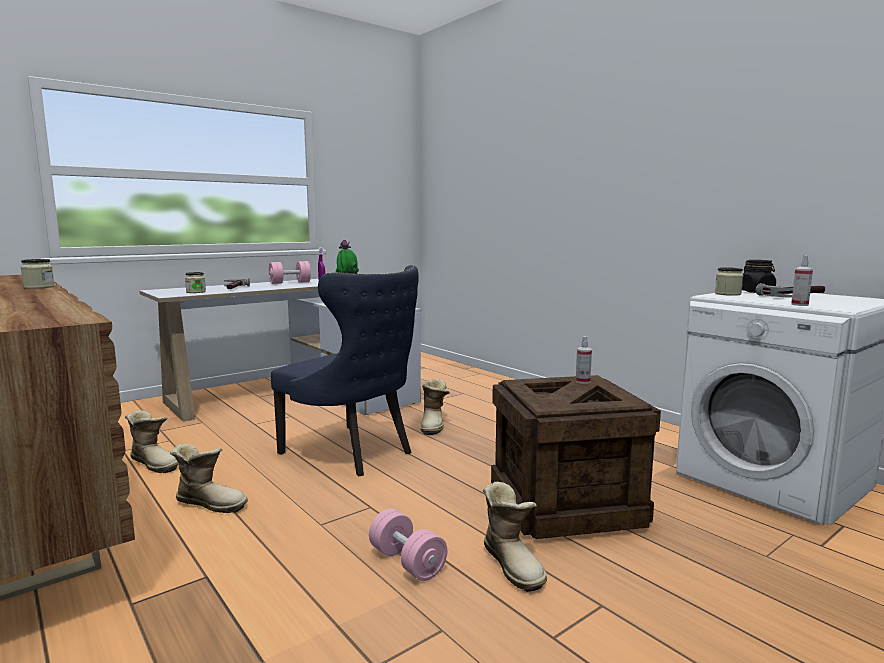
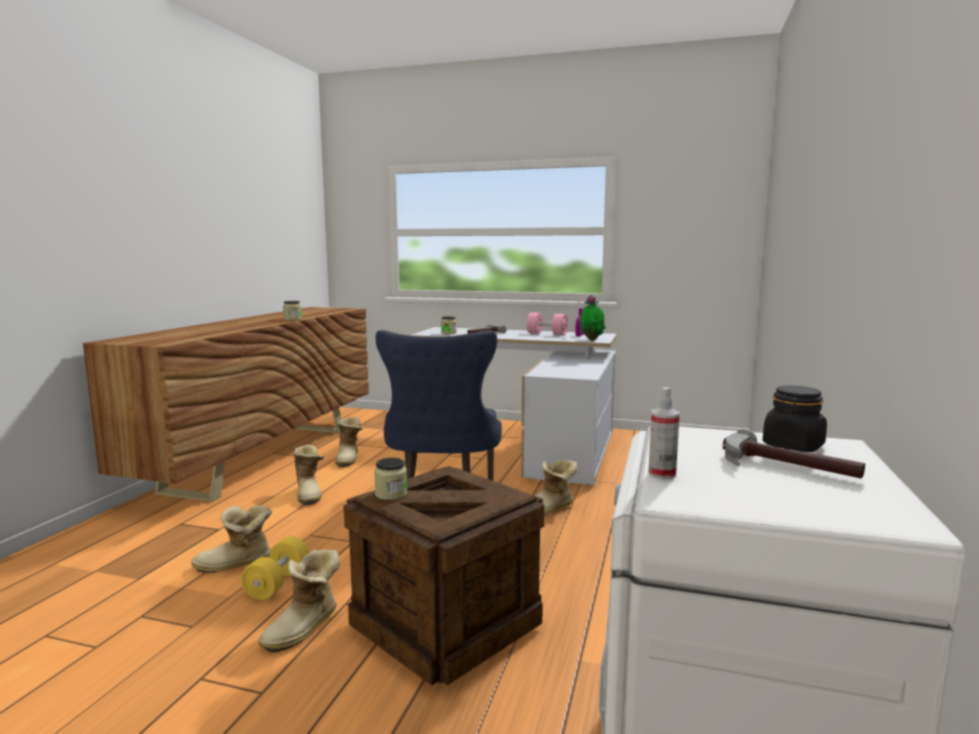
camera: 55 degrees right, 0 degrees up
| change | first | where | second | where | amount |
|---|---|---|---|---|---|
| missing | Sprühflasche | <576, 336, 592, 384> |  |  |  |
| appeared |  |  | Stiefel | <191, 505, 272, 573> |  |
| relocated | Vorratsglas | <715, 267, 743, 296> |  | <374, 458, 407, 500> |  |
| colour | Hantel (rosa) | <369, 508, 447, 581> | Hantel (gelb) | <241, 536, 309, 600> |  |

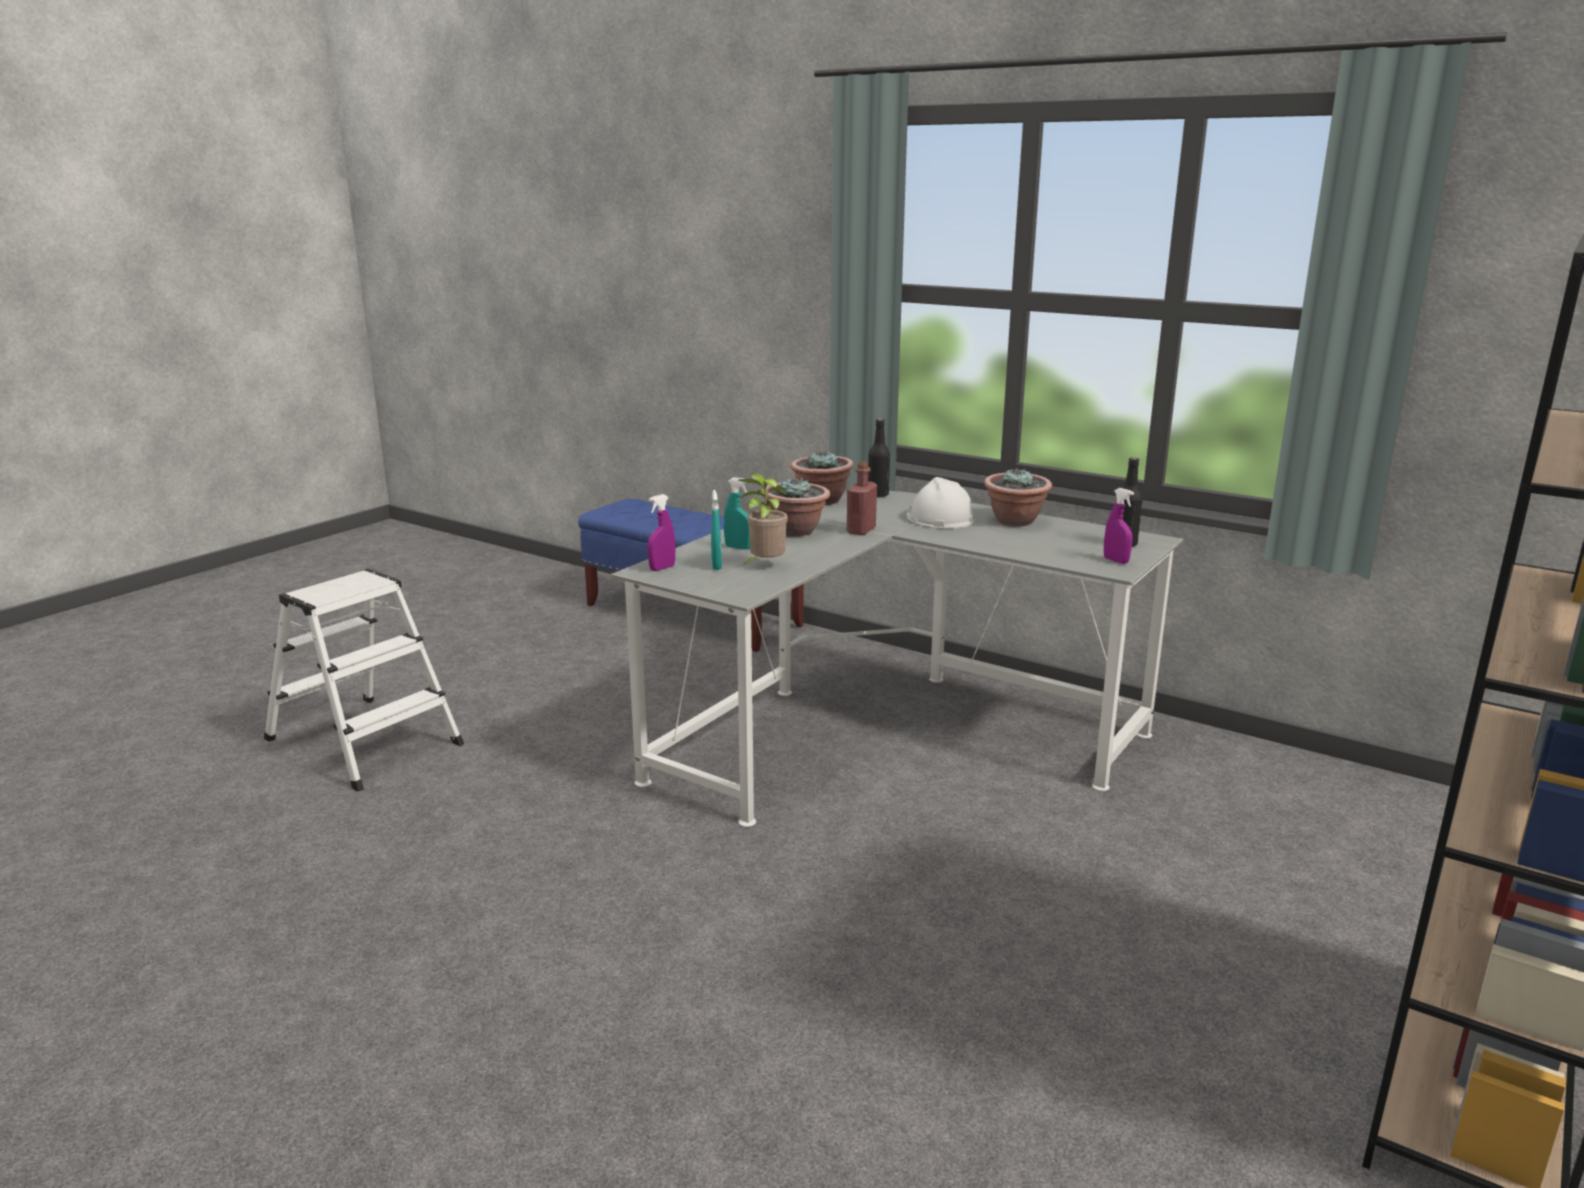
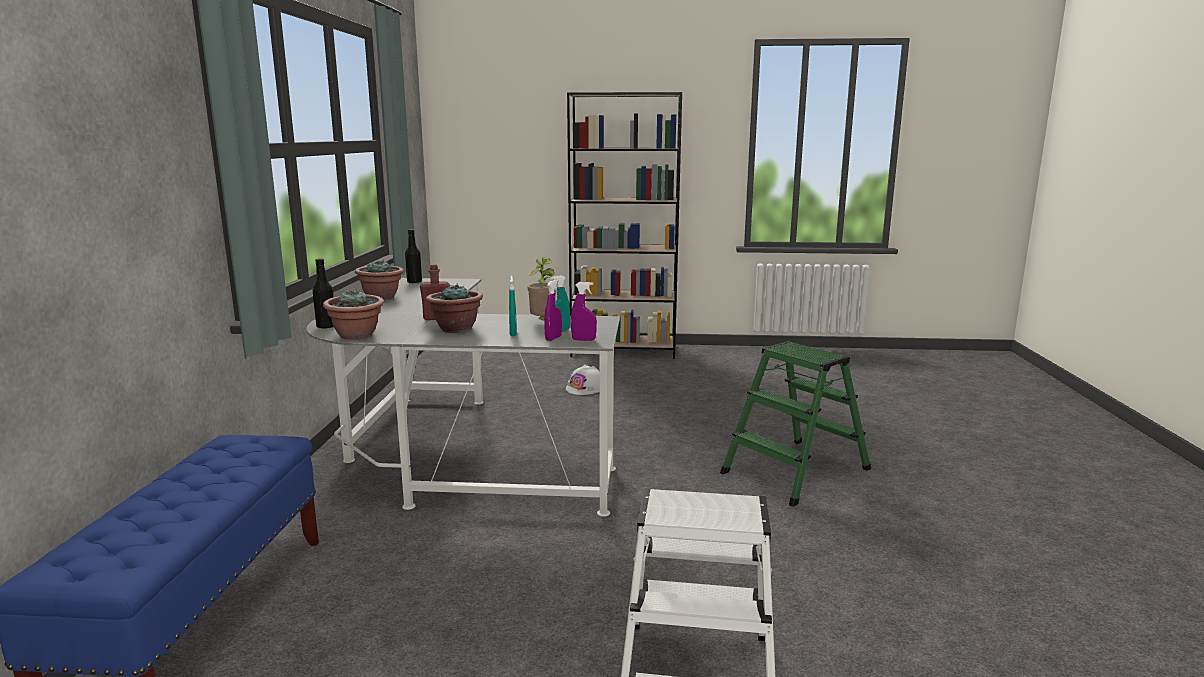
camera: 120 degrees left, 5 degrees down
| change | first | where | second | where | amount |
|---|---|---|---|---|---|
| appeared |  |  | Trittleiter (grün) | <720, 341, 871, 507> |  |
| relocated | Schutzhelm (weiß) | <906, 477, 975, 529> |  | <566, 365, 600, 395> |  |
| relocated | Sprühflasche (lila) | <1104, 488, 1134, 564> |  | <544, 280, 562, 341> |  |

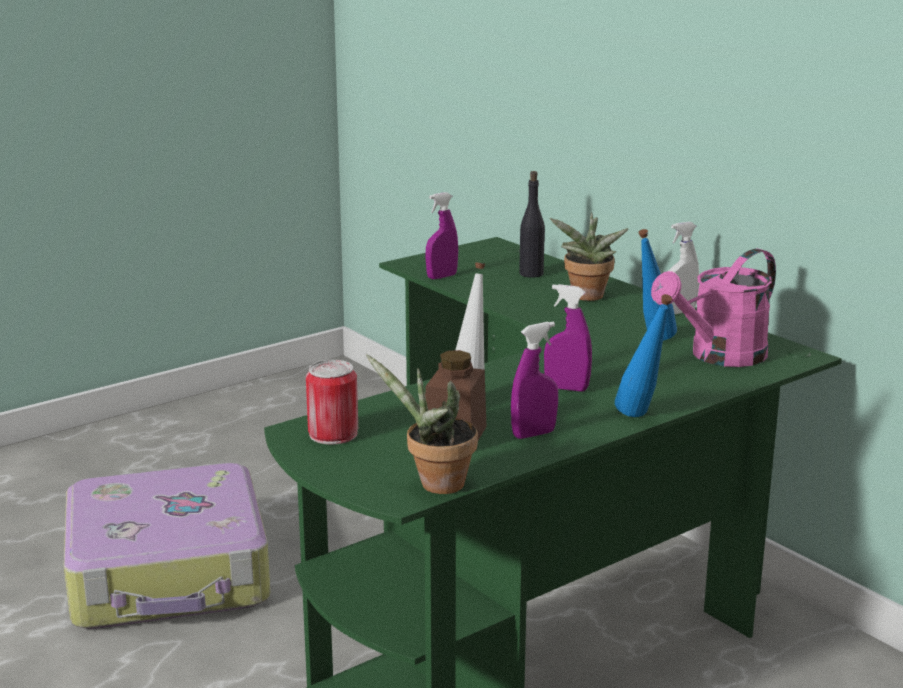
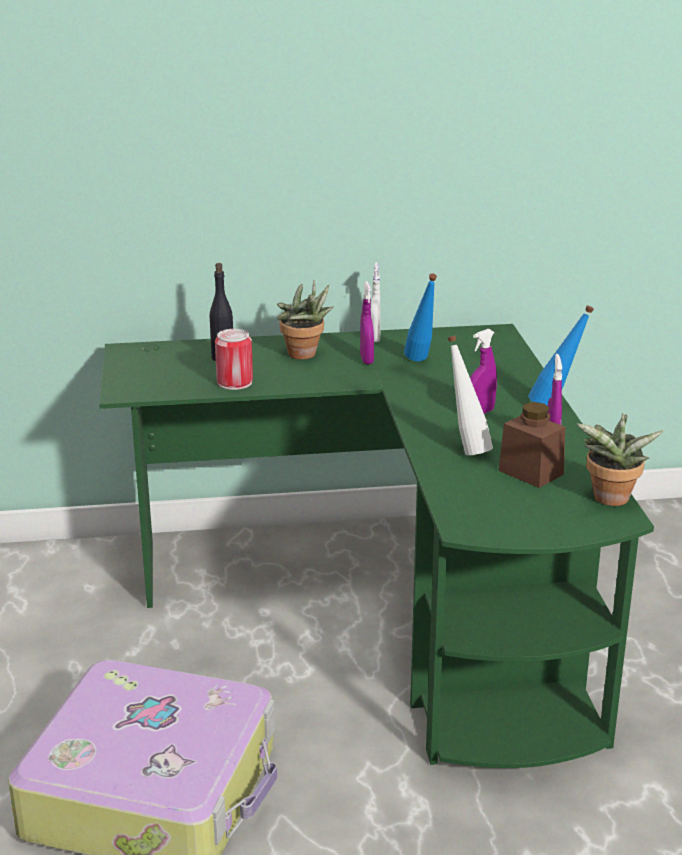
camera: 60 degrees left, 5 degrees up
| change | first | where | second | where | amount |
|---|---|---|---|---|---|
| missing | Gießkanne (rosa) | <651, 249, 776, 367> |  |  |  |
| relocated | Dose | <306, 360, 358, 445> |  | <215, 329, 253, 390> |  |
| relocated | Sprühflasche (lila) | <425, 192, 458, 279> |  | <360, 281, 374, 364> |  |

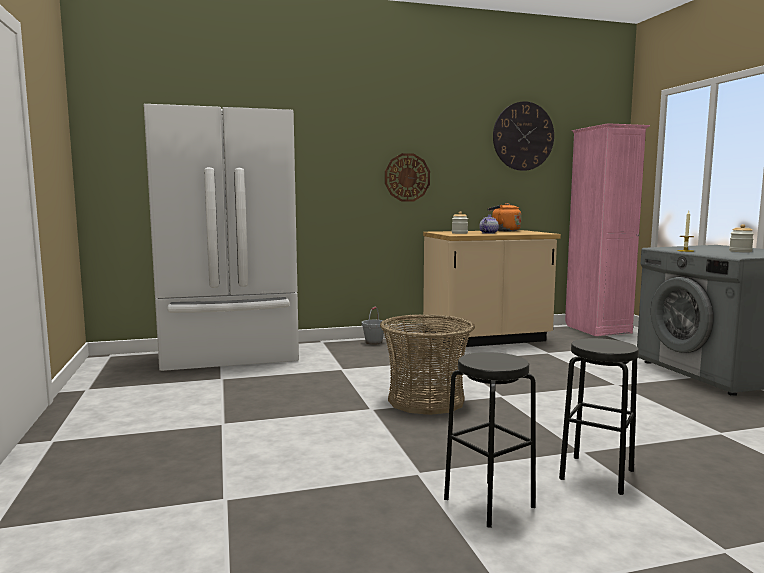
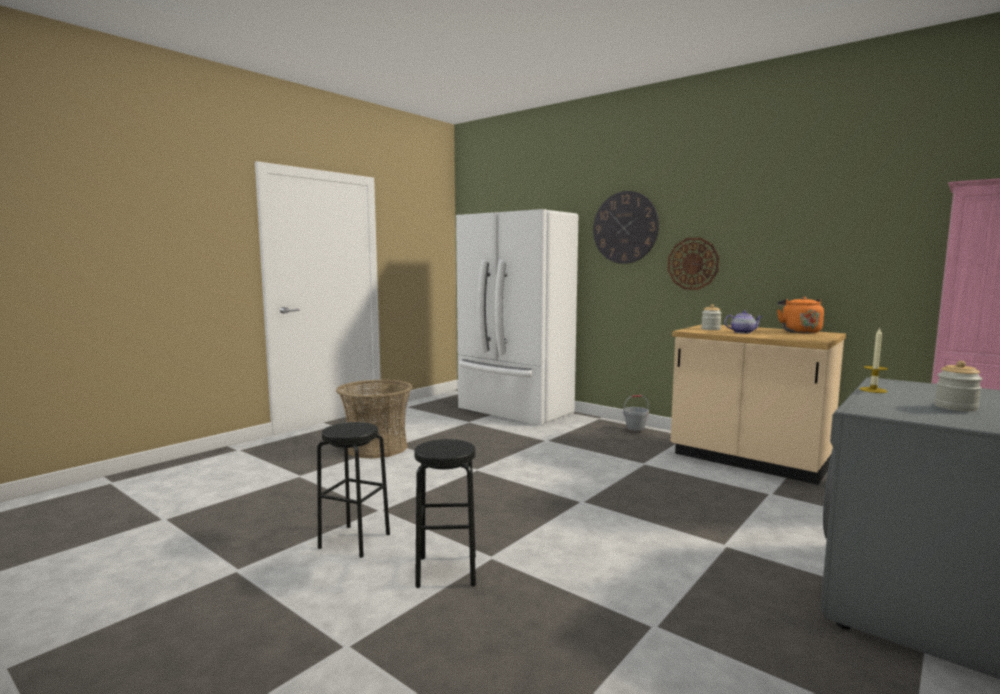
camera: 55 degrees right, 0 degrees up
| change | first | where | second | where | amount |
|---|---|---|---|---|---|
| relocated | Korb | <380, 314, 475, 415> |  | <336, 379, 413, 459> |  |
| relocated | Wanduhr | <493, 101, 554, 171> |  | <593, 191, 659, 264> |  |

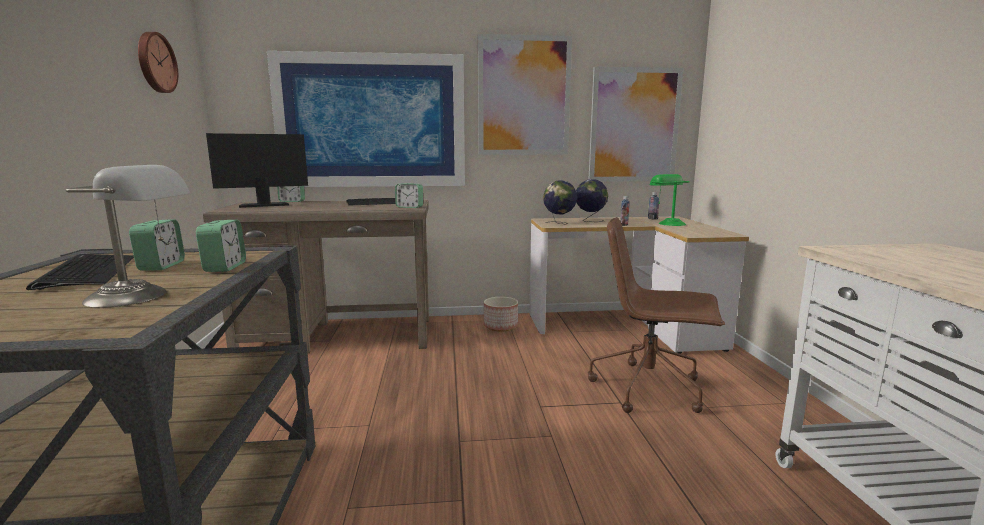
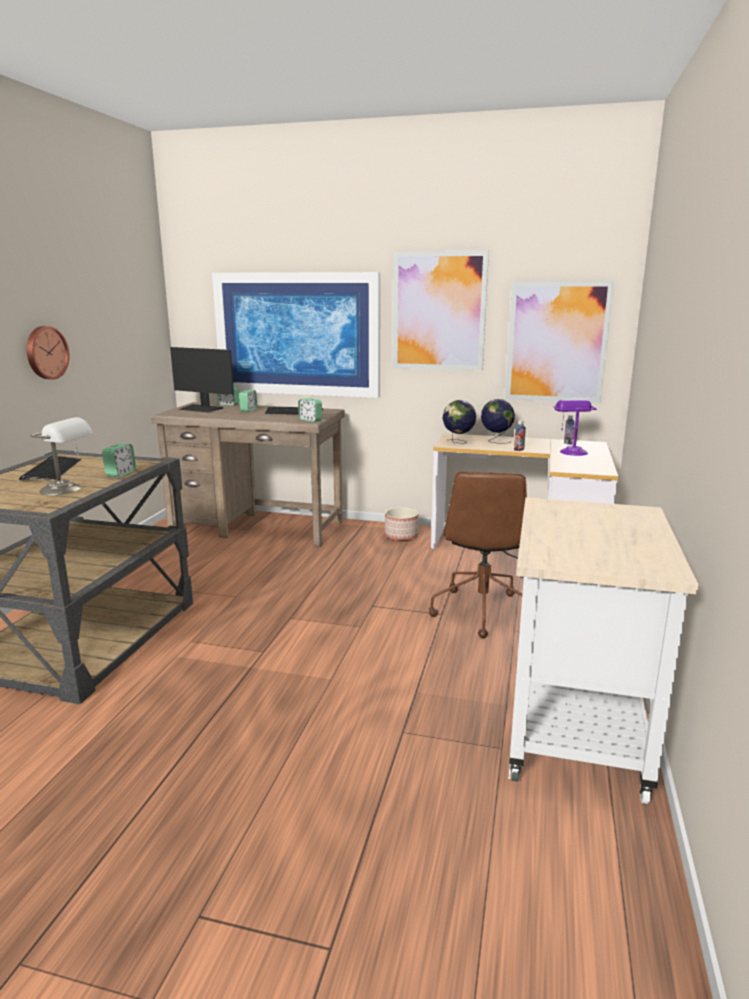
camera: 20 degrees right, 5 degrees up
| change | first | where | second | where | amount |
|---|---|---|---|---|---|
| relocated | Wecker | <129, 219, 185, 271> |  | <239, 390, 257, 412> |  |
| relocated | Wanduhr | <138, 32, 178, 93> |  | <27, 326, 69, 379> |  |
| colour | Tischlampe (grün) | <650, 174, 690, 226> | Tischlampe (lila) | <554, 399, 597, 456> |  |
| spun | Monitor | <206, 133, 308, 208> |  | <170, 347, 234, 412> | 150 degrees counterclockwise |
| spun | Bürostuhl (braun) | <588, 217, 725, 413> |  | <429, 471, 527, 638> | 120 degrees counterclockwise |

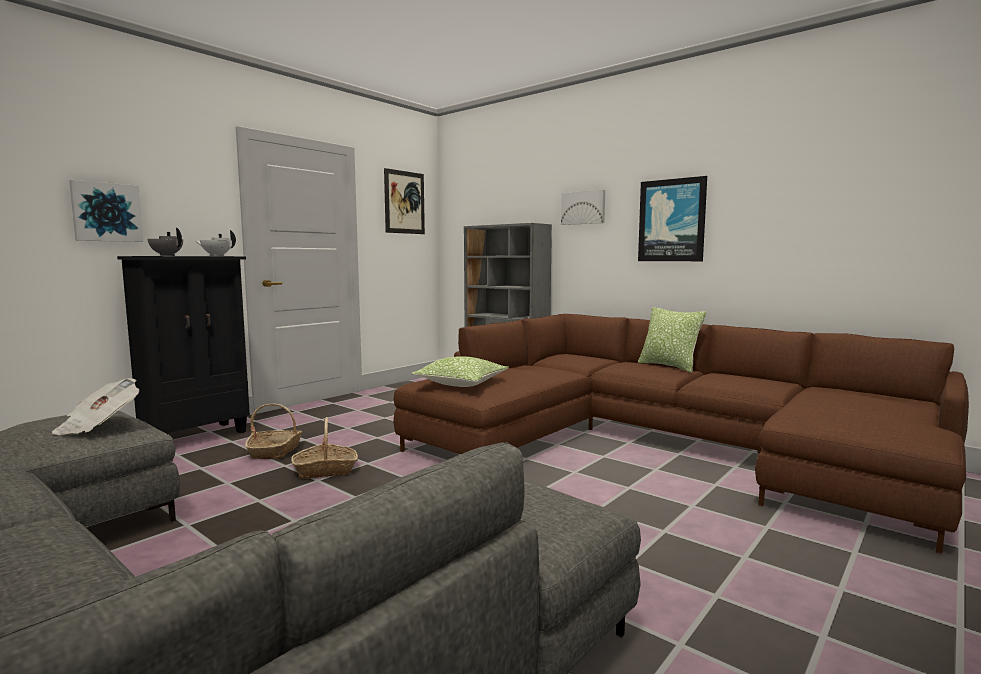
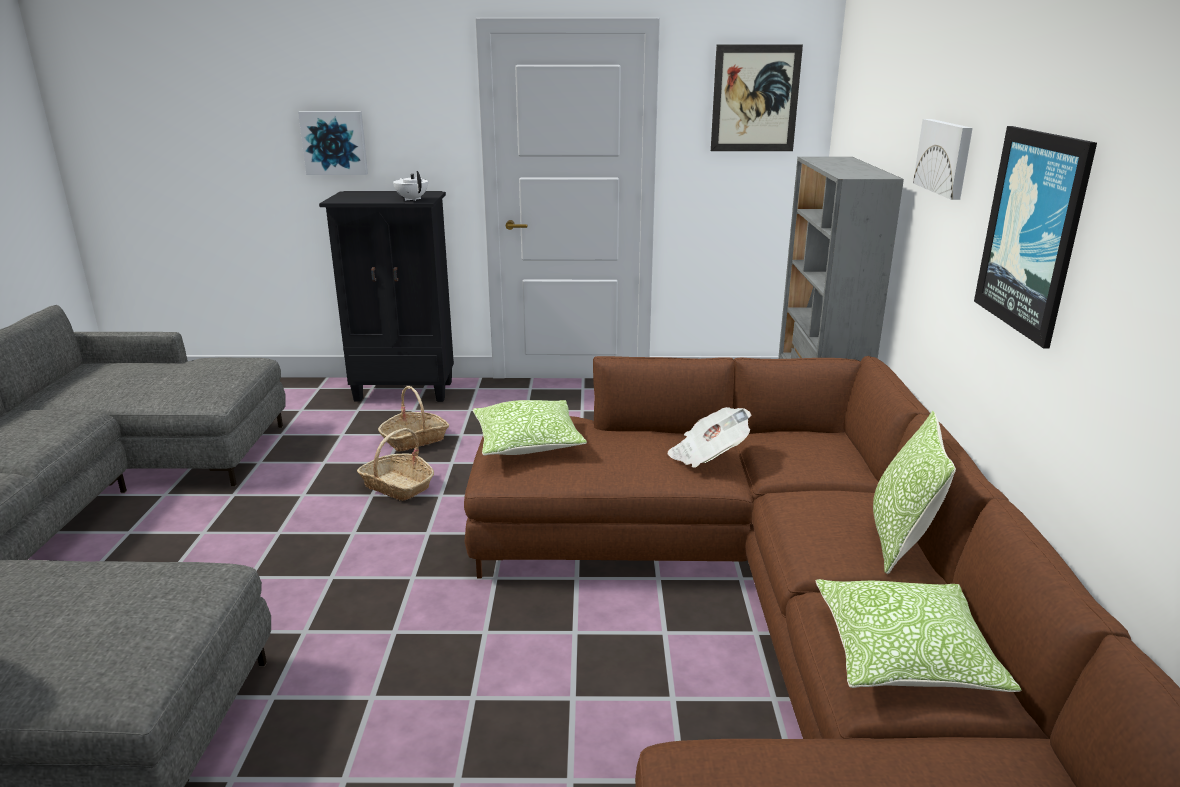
camera: 50 degrees right, 15 degrees up
| change | first | where | second | where | amount |
|---|---|---|---|---|---|
| missing | Teekanne (grau) | <148, 228, 183, 256> |  |  |  |
| appeared |  |  | Kissen | <816, 579, 1022, 692> |  |
| relocated | Zeitung | <52, 378, 139, 435> |  | <668, 407, 752, 467> |  |

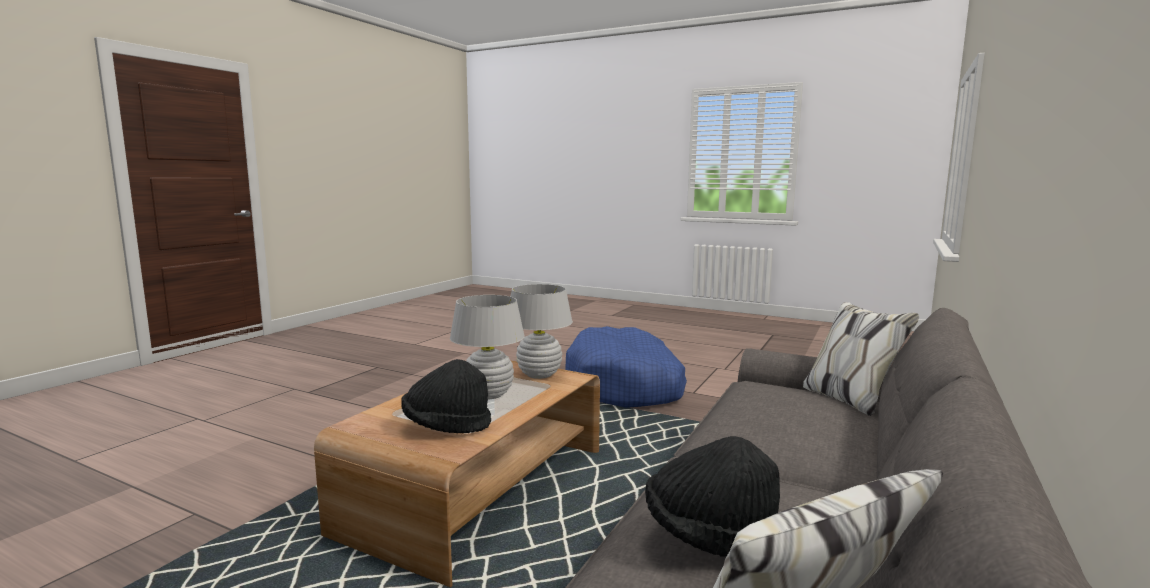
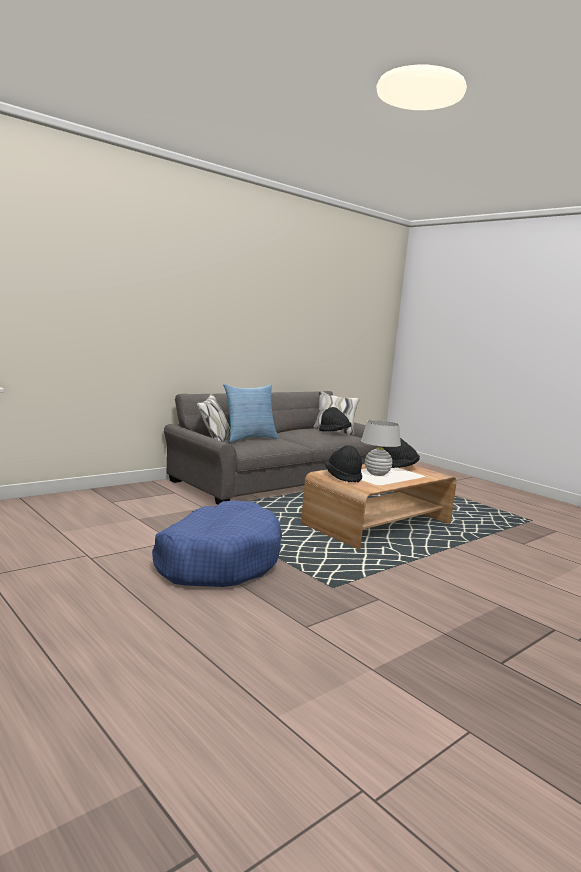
camera: 160 degrees left, 0 degrees up
| change | first | where | second | where | amount |
|---|---|---|---|---|---|
| appeared |  |  | Kissen | <223, 384, 279, 442> |  |
| exchanged | Tischlampe (weiß) | <510, 284, 573, 379> | Hut (schwarz) | <325, 445, 362, 482> |  |

